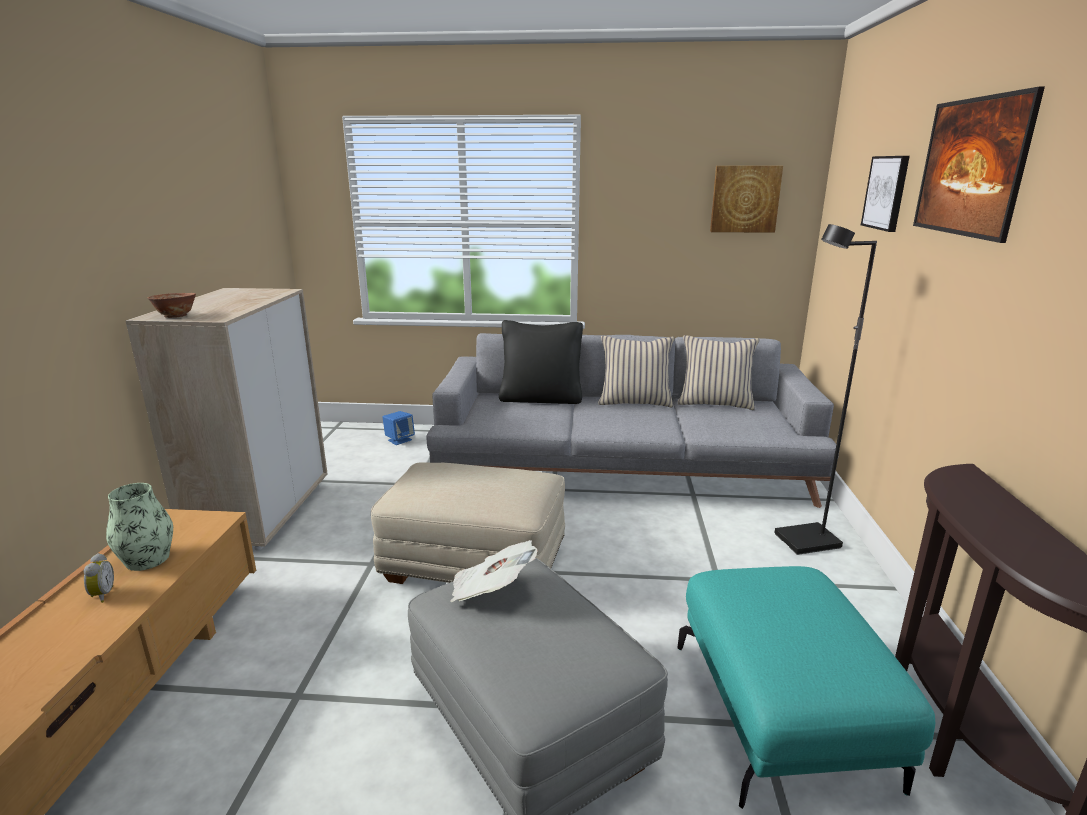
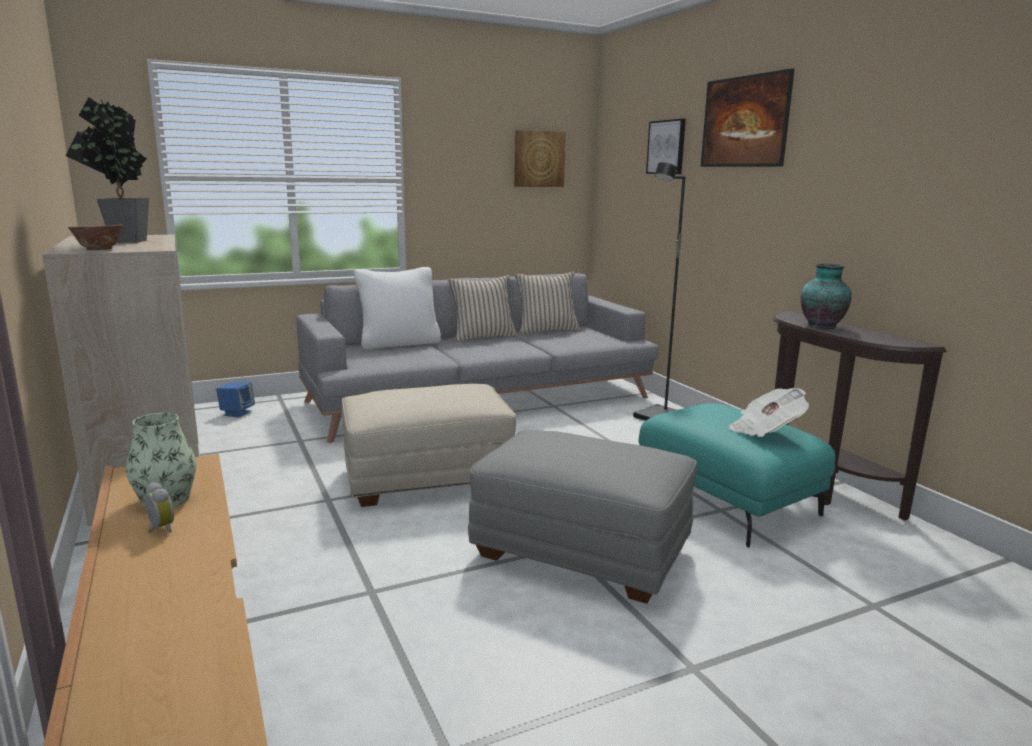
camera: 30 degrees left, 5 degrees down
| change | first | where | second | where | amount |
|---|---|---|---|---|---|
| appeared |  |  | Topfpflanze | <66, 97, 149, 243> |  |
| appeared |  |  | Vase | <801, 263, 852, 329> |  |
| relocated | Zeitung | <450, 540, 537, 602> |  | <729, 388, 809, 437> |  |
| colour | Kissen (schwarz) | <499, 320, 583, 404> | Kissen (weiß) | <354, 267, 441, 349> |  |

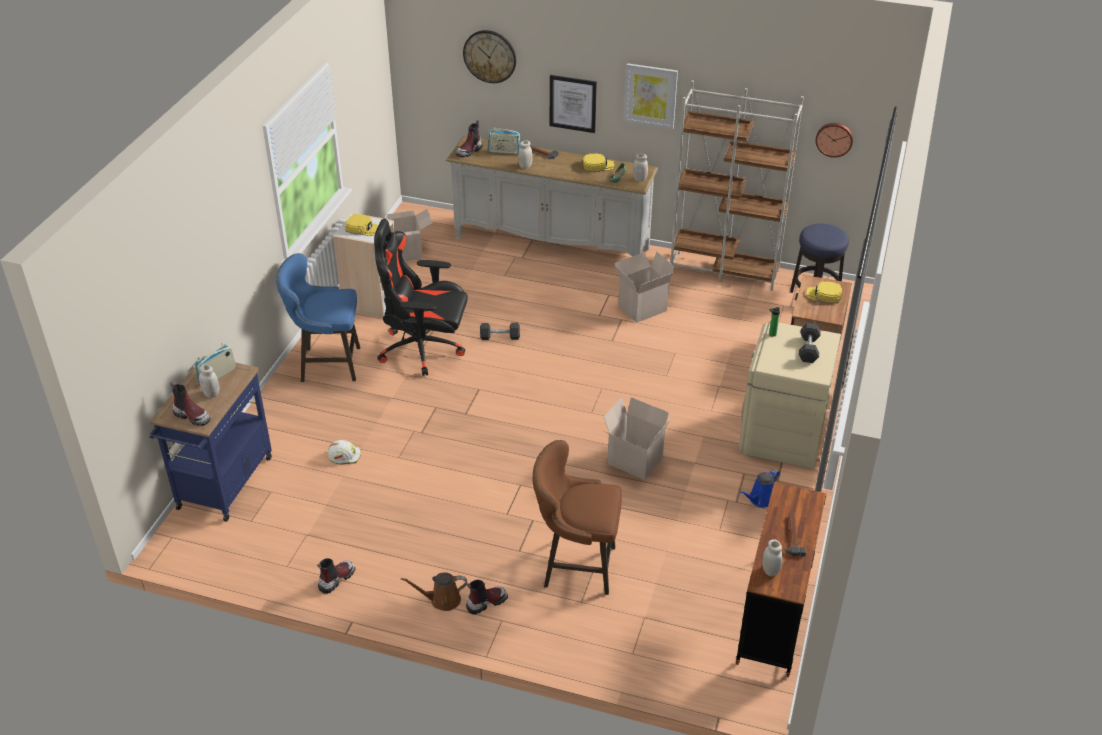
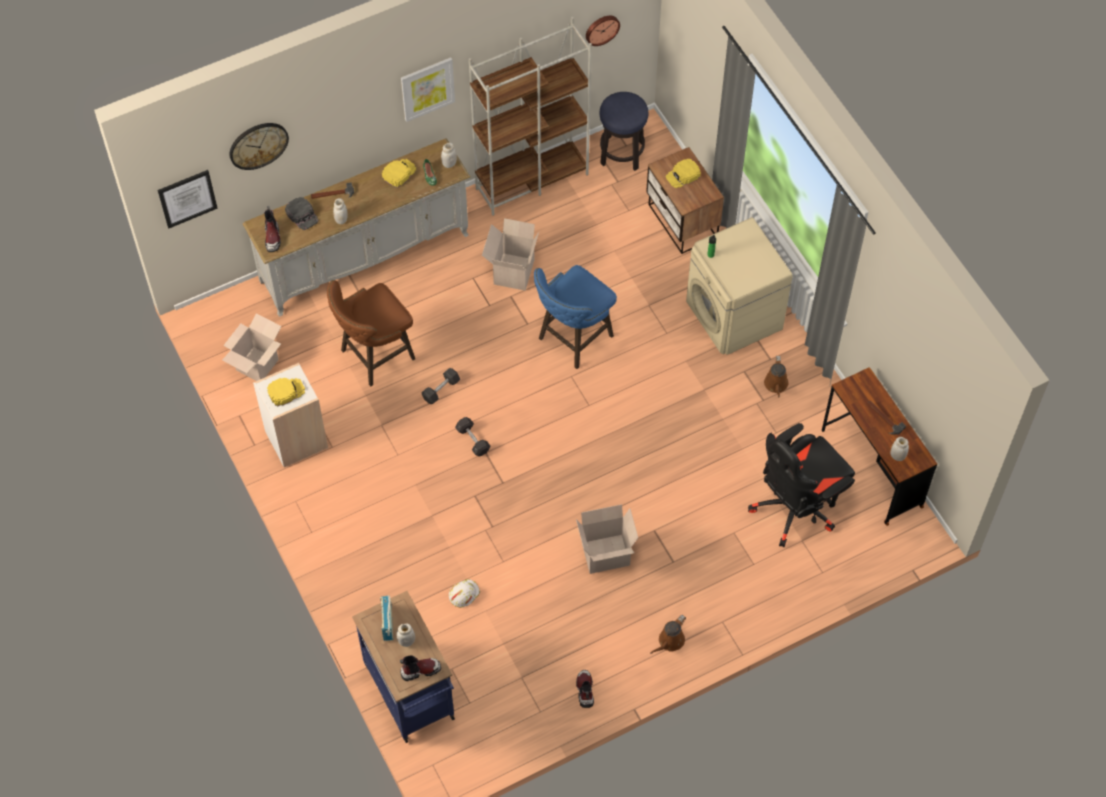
camera: 45 degrees left, 20 degrees up
| change | first | where | second | where | amount |
|---|---|---|---|---|---|
| missing | Stiefel | <466, 580, 508, 615> |  |  |  |
| relocated | Hocker (blau) | <276, 253, 360, 382> |  | <534, 265, 617, 369> |  |
| relocated | Bürostuhl (schwarz) | <374, 218, 468, 376> |  | <748, 423, 855, 547> |  |
| relocated | Hocker (braun) | <533, 440, 622, 595> |  | <327, 280, 415, 386> |  |
| relocated | Bild | <550, 75, 597, 133> |  | <157, 170, 218, 228> |  |
| relocated | Karton | <603, 397, 672, 480> |  | <576, 504, 638, 574> |  |
| relocated | Hantel (grau) | <799, 323, 821, 363> |  | <455, 417, 491, 457> |  |
| exchanged | Radio | <488, 127, 520, 154> | Kappe (schwarz) | <285, 197, 319, 231> |  |
| colour | Gießkanne (blau) | <739, 469, 780, 508> | Gießkanne (braun) | <764, 356, 788, 398> |  |

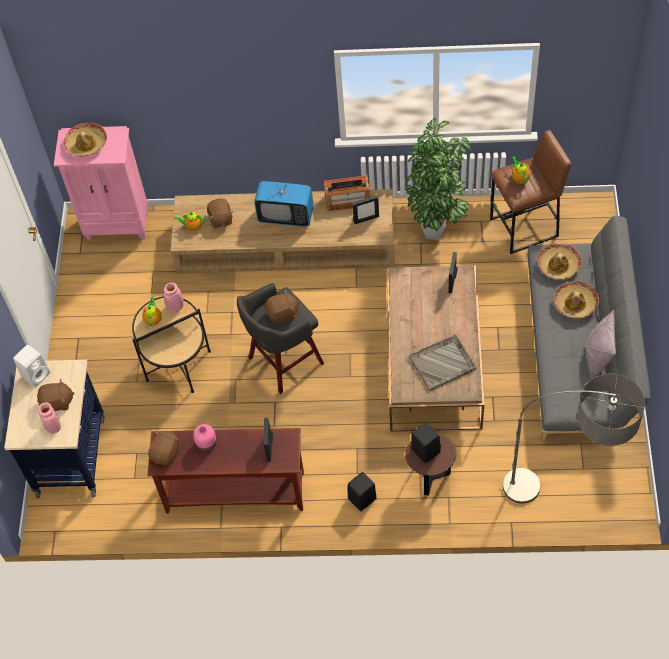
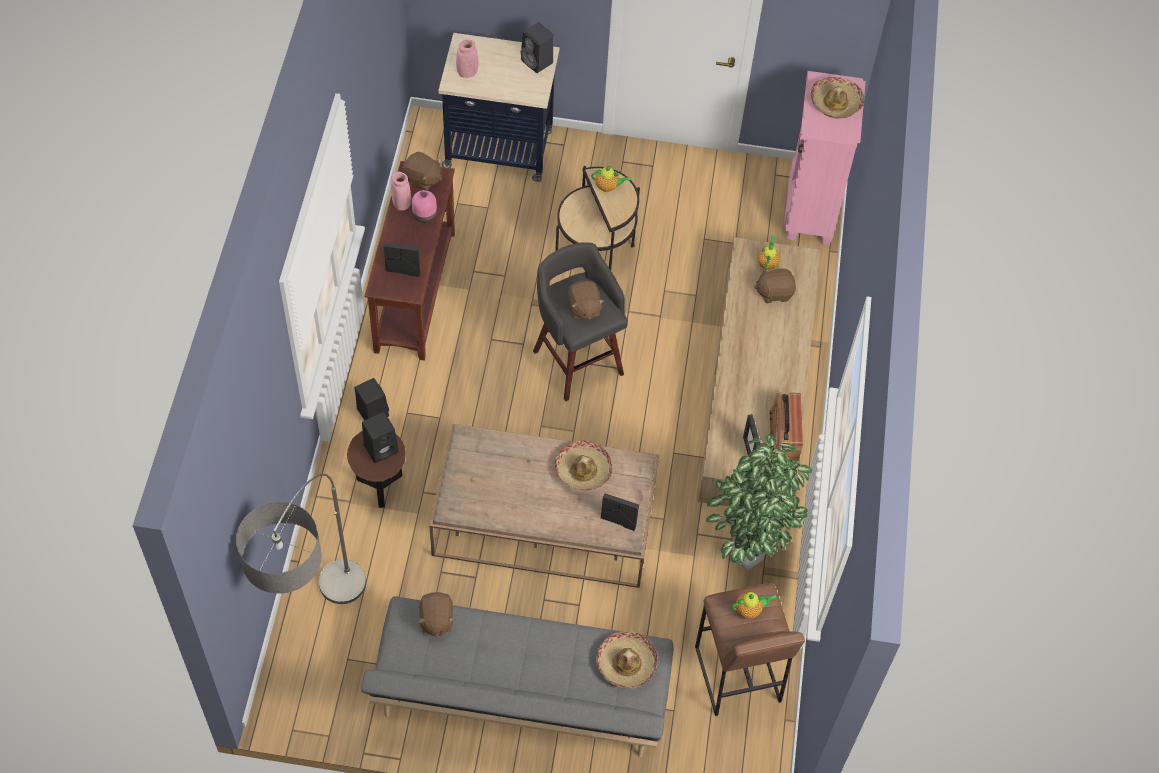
camera: 90 degrees right, 0 degrees up
| change | first | where | second | where | amount |
|---|---|---|---|---|---|
| missing | Fernseher | <254, 174, 314, 227> |  |  |  |
| missing | Tablett (grau) | <409, 334, 477, 391> |  |  |  |
| missing | Kissen (lila) | <586, 310, 616, 379> |  |  |  |
| relocated | Plüschtier (braun) | <37, 379, 75, 411> |  | <418, 592, 454, 638> |  |
| relocated | Vase (rosa) | <164, 282, 184, 313> |  | <391, 172, 411, 210> |  |
| relocated | Hut | <553, 281, 599, 318> |  | <555, 440, 613, 491> |  |
| colour | Lautsprecher (weiß) | <13, 345, 50, 387> | Lautsprecher (schwarz) | <521, 22, 554, 73> |  |

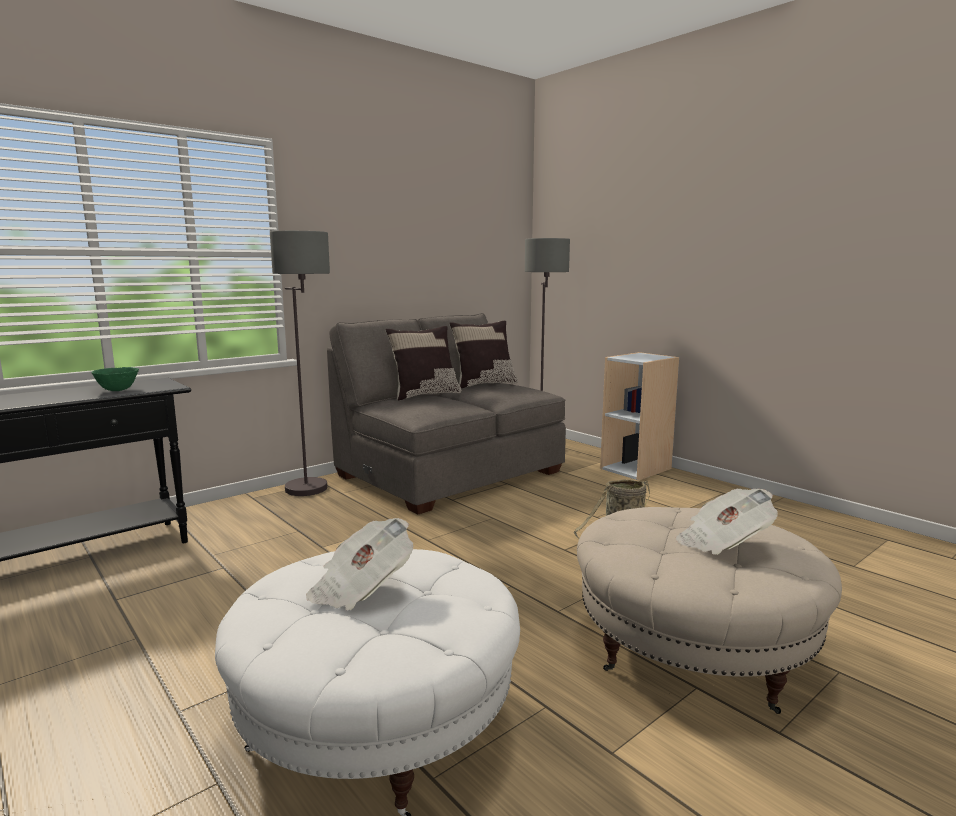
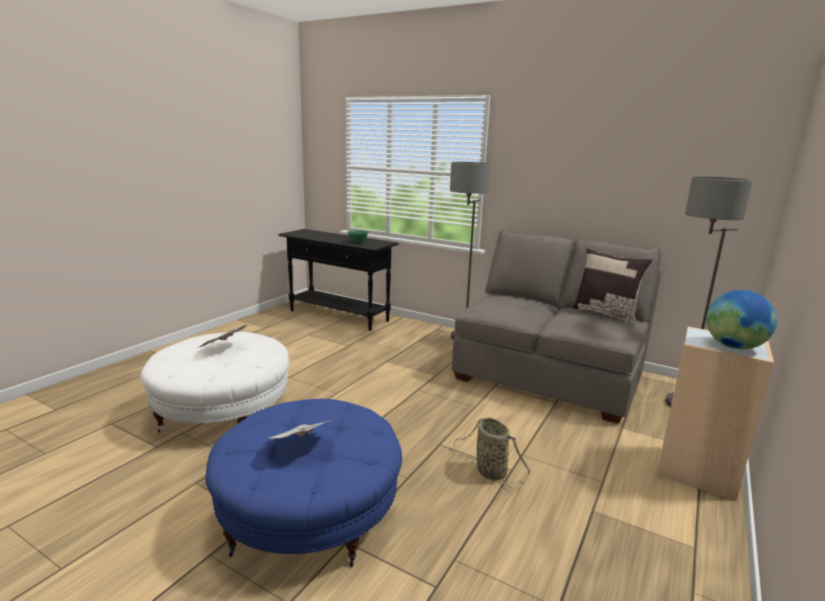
camera: 70 degrees right, 5 degrees up
| change | first | where | second | where | amount |
|---|---|---|---|---|---|
| missing | Kissen | <386, 326, 461, 401> |  |  |  |
| appeared |  |  | Globus | <706, 290, 777, 349> |  |
| colour | Polsterhocker (beige) | <577, 507, 842, 714> | Polsterhocker (blau) | <206, 399, 402, 567> |  |

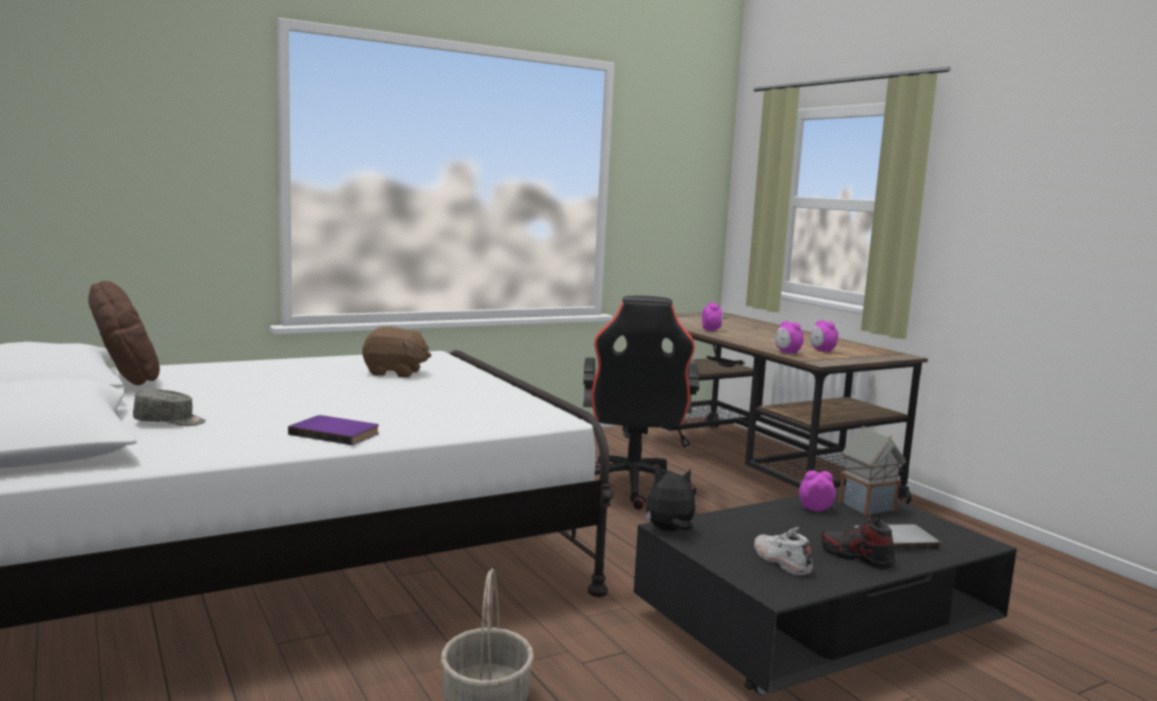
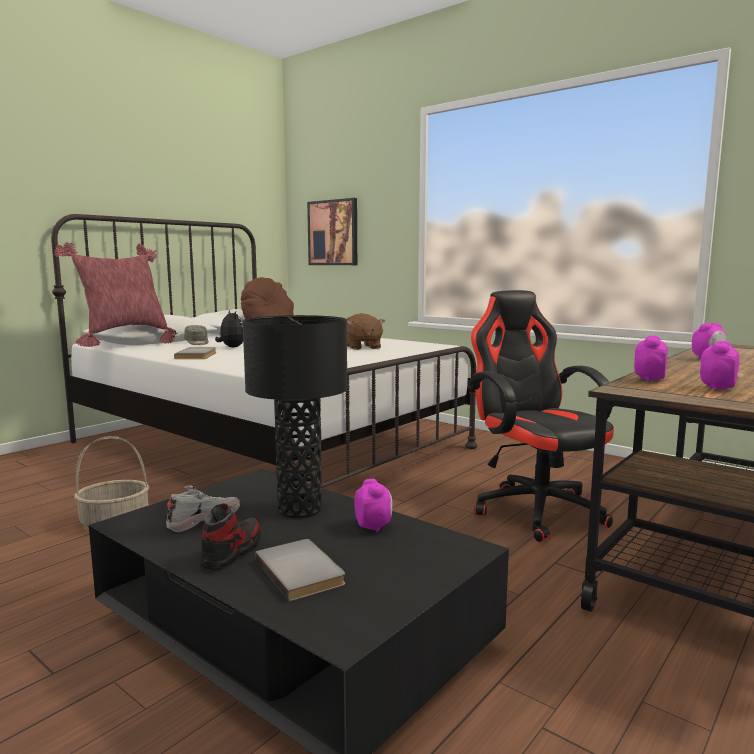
camera: 70 degrees right, 0 degrees up
| change | first | where | second | where | amount |
|---|---|---|---|---|---|
| missing | Spielzeughaus | <838, 426, 906, 516> |  |  |  |
| appeared |  |  | Kissen (rot) | <54, 242, 178, 347> |  |
| appeared |  |  | Tischlampe (schwarz) | <243, 315, 347, 518> |  |
| appeared |  |  | Bild | <307, 198, 357, 265> |  |
| relocated | Plüschtier | <646, 469, 695, 532> |  | <215, 310, 243, 348> |  |
| colour | Buch (lila) | <288, 415, 379, 445> | Buch (grau) | <174, 347, 216, 359> |  |
| spun | Bürostuhl (schwarz) | <583, 295, 699, 510> |  | <468, 290, 614, 542> | 90 degrees clockwise |

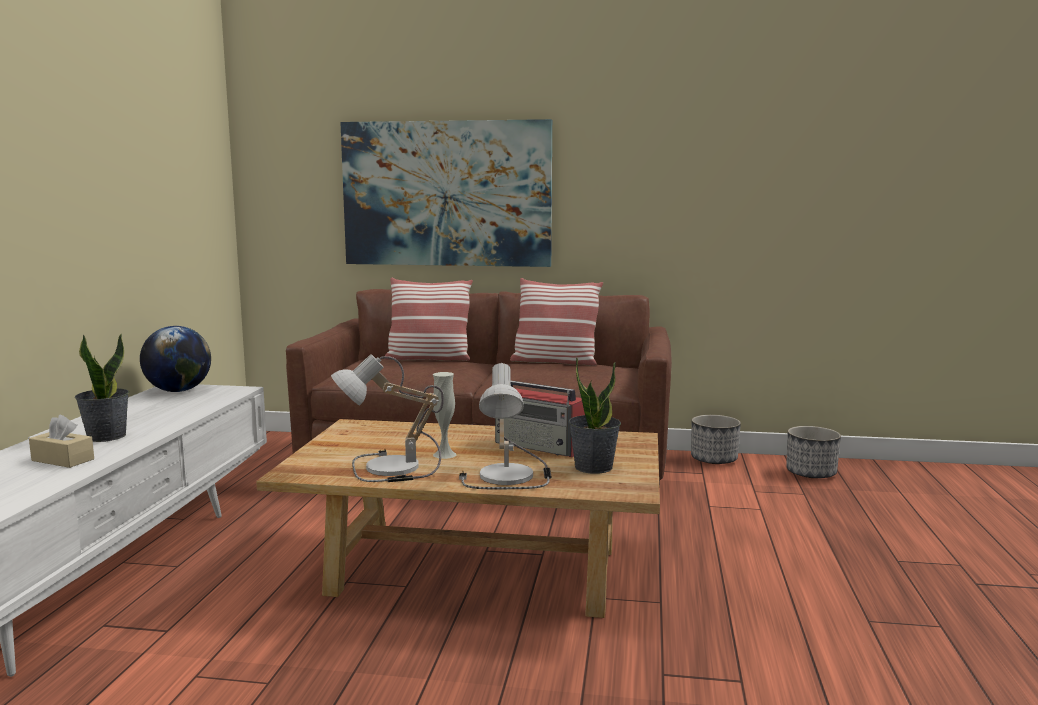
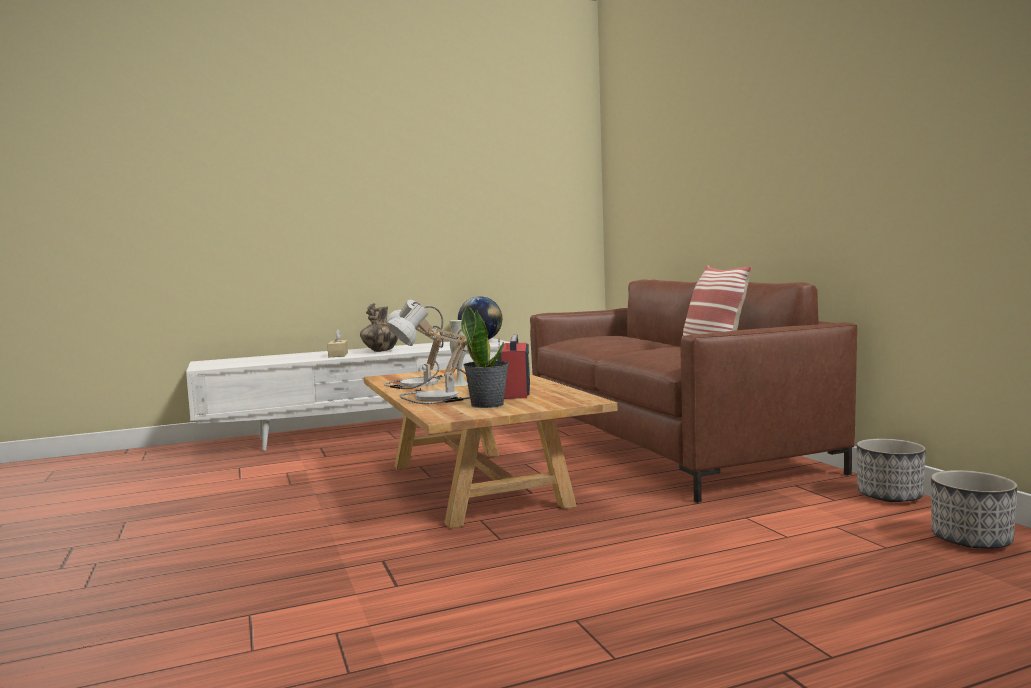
camera: 60 degrees right, 5 degrees down
| change | first | where | second | where | amount |
|---|---|---|---|---|---|
| missing | Bild | <340, 119, 552, 267> |  |  |  |
| missing | Kissen | <385, 278, 473, 361> |  |  |  |
| exchanged | Topfpflanze | <75, 334, 129, 442> | Vase | <360, 303, 398, 352> |  |

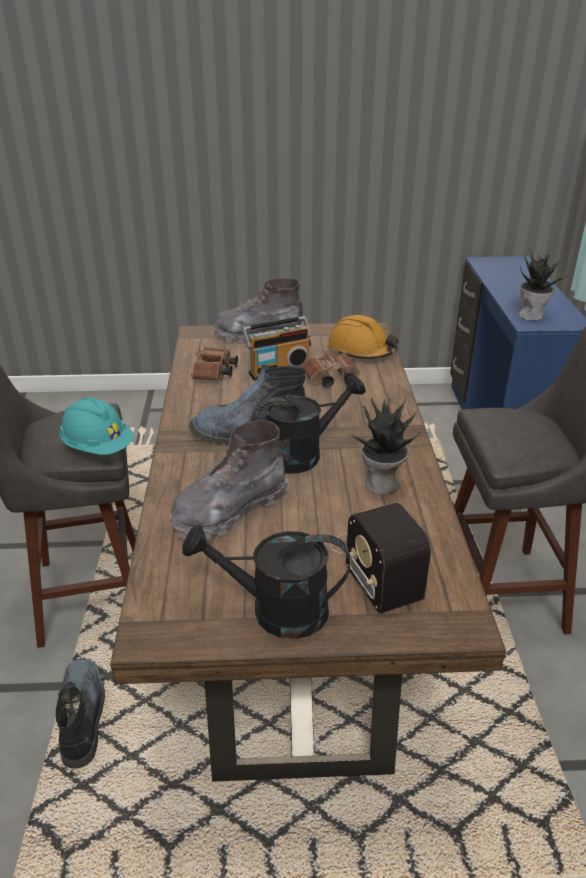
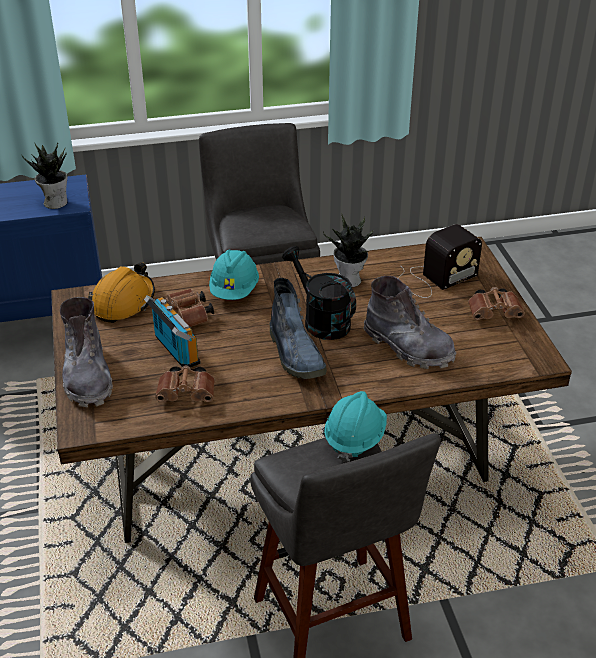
camera: 100 degrees left, 5 degrees up
| change | first | where | second | where | amount |
|---|---|---|---|---|---|
| missing | Stiefel | <56, 659, 105, 769> |  |  |  |
| appeared |  |  | Schutzhelm (türkis) | <209, 249, 259, 300> |  |
| exchanged | Gießkanne (schwarz) | <182, 525, 350, 639> | Fernglas (braun) | <468, 287, 525, 320> |  |

